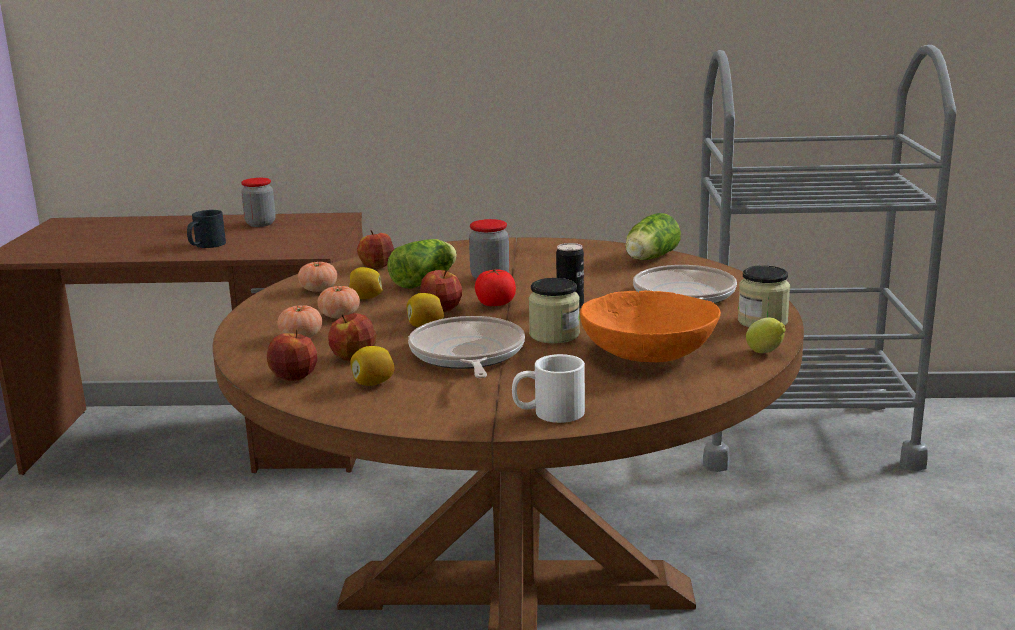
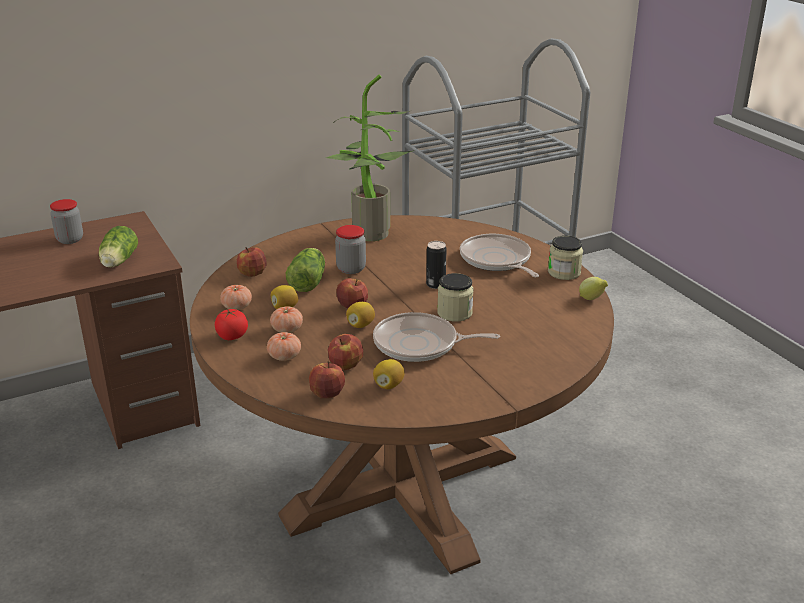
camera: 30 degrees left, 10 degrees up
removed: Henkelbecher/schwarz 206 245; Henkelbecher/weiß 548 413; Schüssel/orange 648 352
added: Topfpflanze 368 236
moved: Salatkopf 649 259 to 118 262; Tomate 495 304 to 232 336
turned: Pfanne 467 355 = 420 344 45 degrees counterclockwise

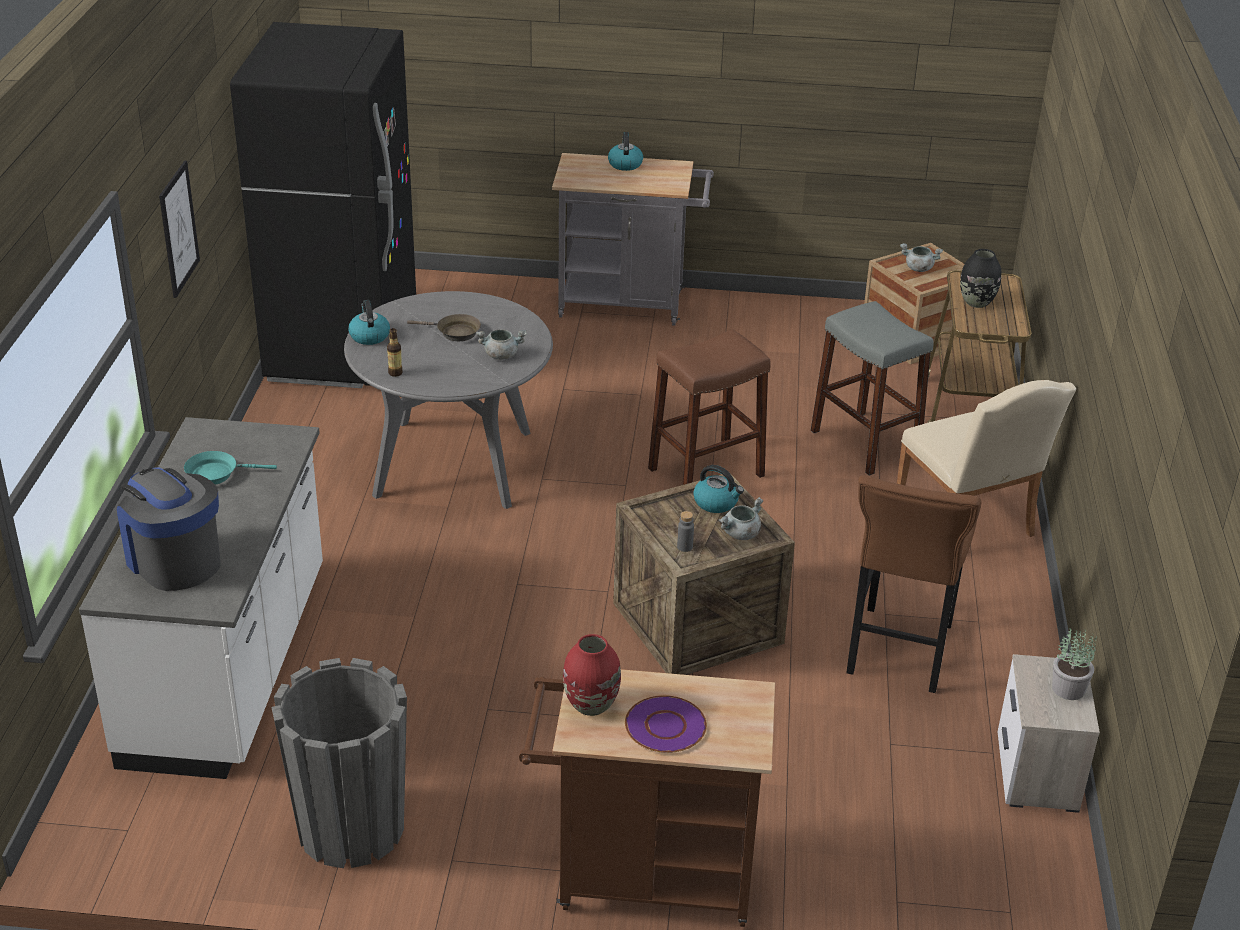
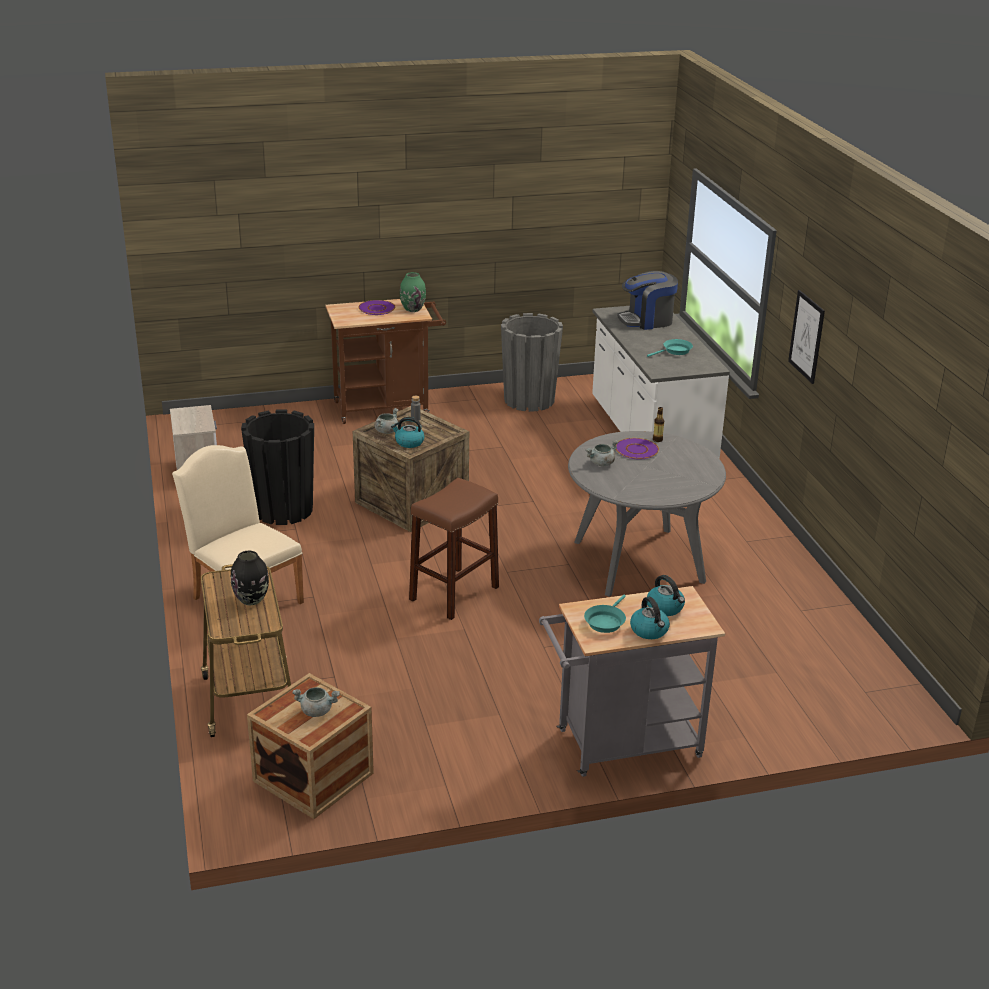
camera: 160 degrees right, 5 degrees down
removed: Kühlschrank/schwarz 342 350; Pfanne/braun 454 332; Hocker/grau 865 443; Topfpflanze 1069 688
added: Pfanne/türkis 605 621; Teller/lila 637 450
moved: Wasserkessel 369 336 to 665 608
replaced: Hocker/braun 898 654 to Pflanzkübel/schwarz 283 510
recoloured: Vase/rot 591 705 to Vase/grün 413 309
turned: Kaffeemaschine 173 560 = 647 320 135 degrees clockwise

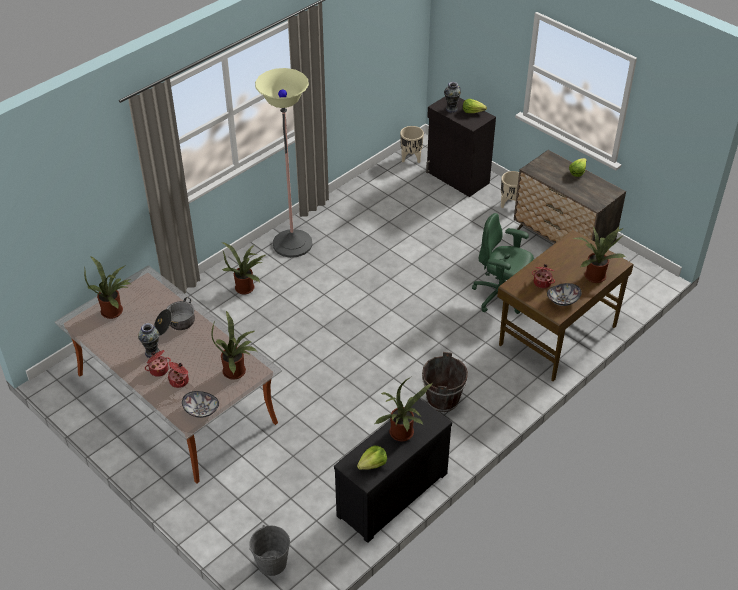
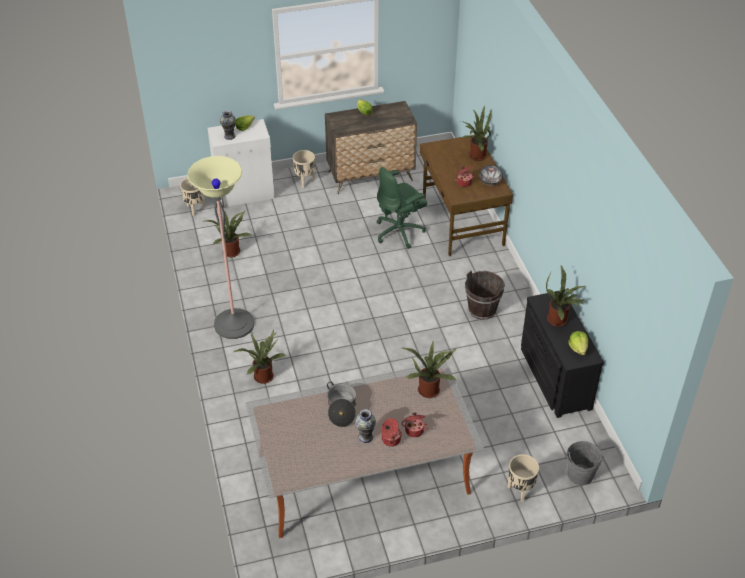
camera: 60 degrees left, 0 degrees up
removed: Schüssel 201 411
added: Pflanzkübel/beige 520 491
moved: Topfpflanze 114 311 to 231 251
recoloured: Schrank/schwarz 457 178 to Schrank/weiß 245 194

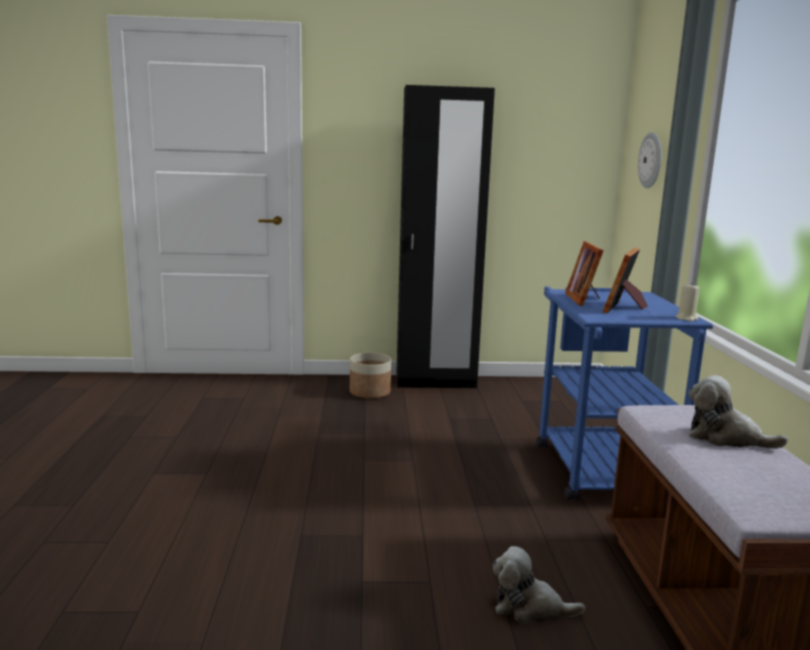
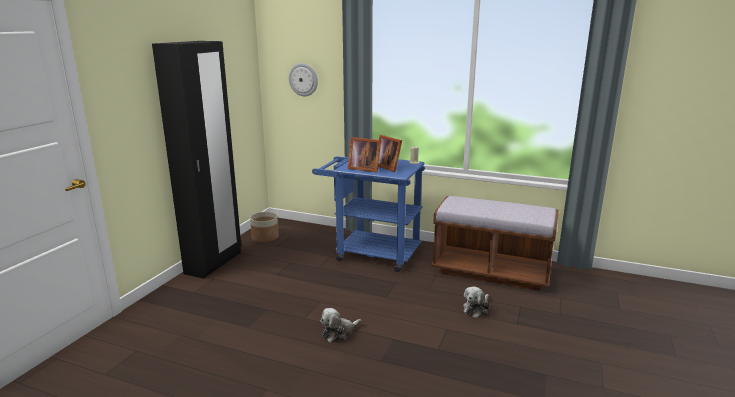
camera: 65 degrees left, 5 degrees up
moved: Pflanzkübel 369 392 to 265 237; Plüschtier 725 438 to 339 333

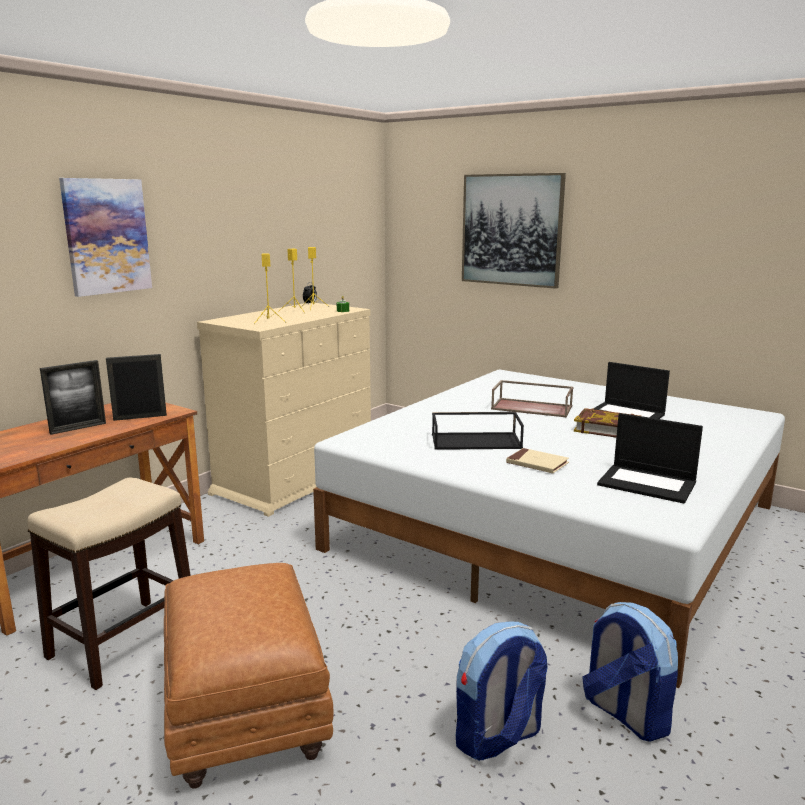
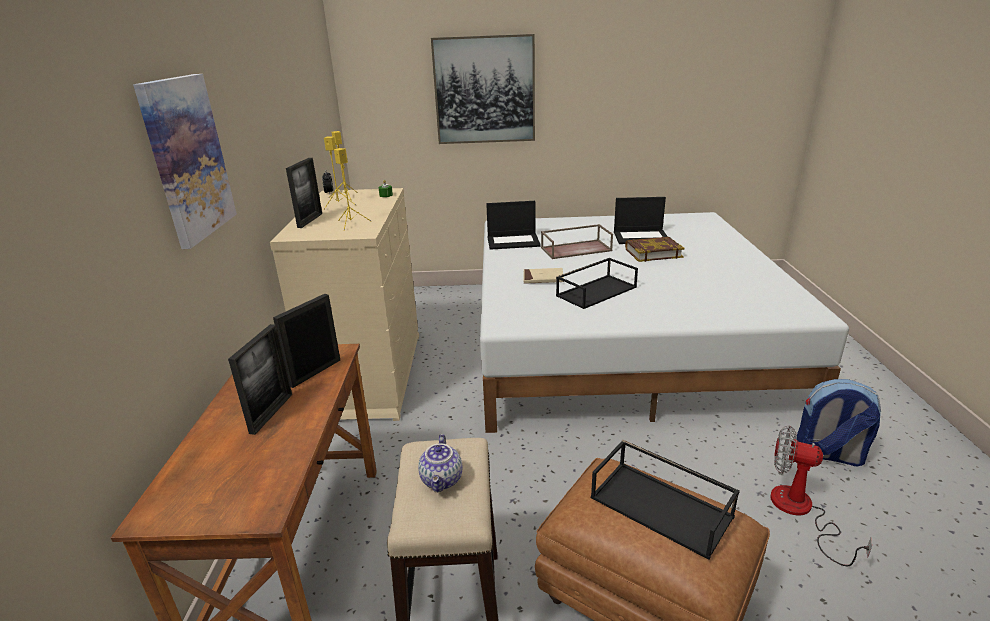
camera: 35 degrees left, 10 degrees up
added: Bilderrahmen 310 220; Teekanne 442 480; Tablett/schwarz 662 507
moved: Laptop 648 483 to 513 241; Buch/beige 537 464 to 543 278
replaced: Rucksack 498 738 to Ventilator 800 512

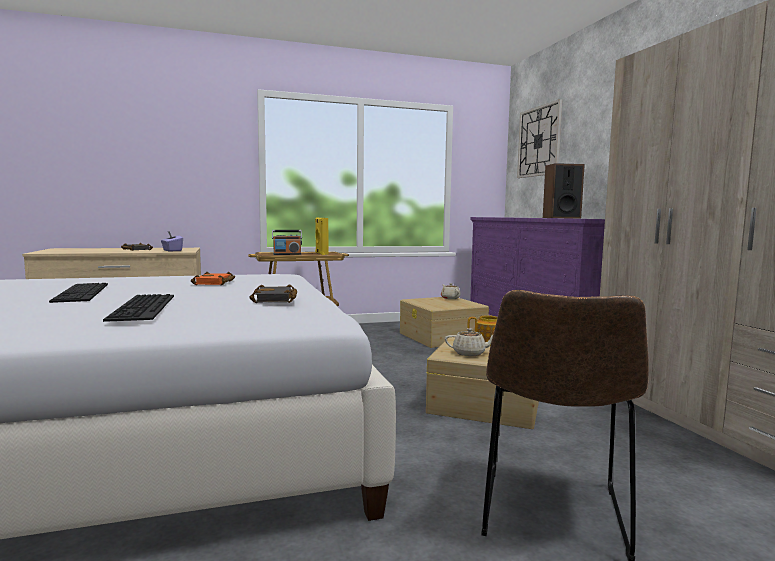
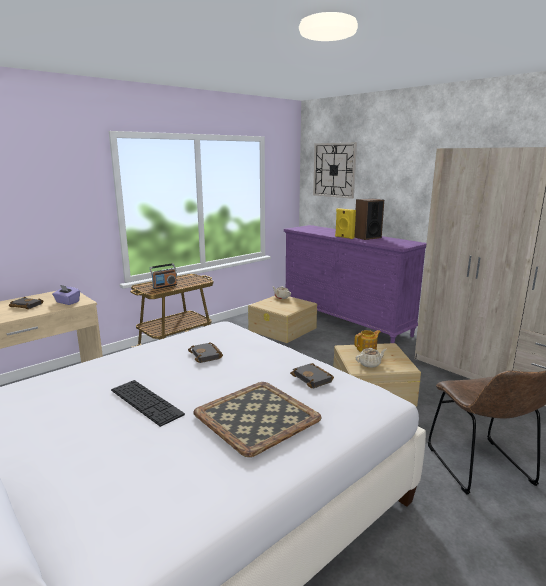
camera: 25 degrees left, 10 degrees up
moved: Lautsprecher/gelb 321 253 to 344 237
replaced: Tastatur 145 307 to Tablett 258 416
recoloured: Buch/orange 215 283 to Buch/schwarz 207 355

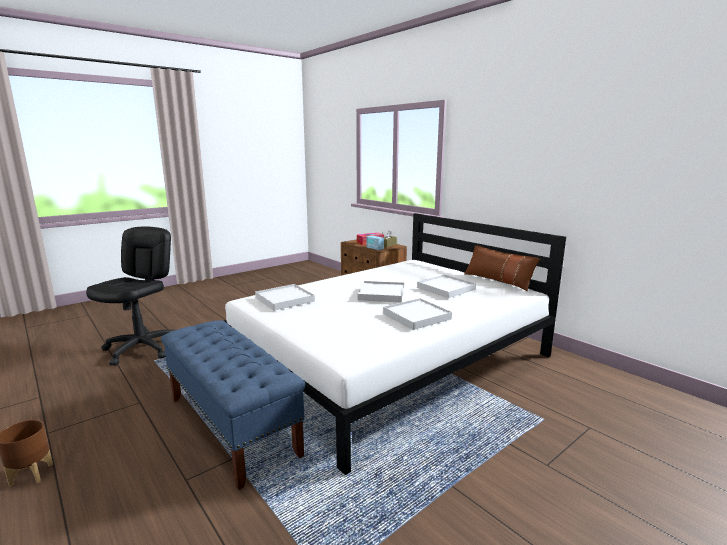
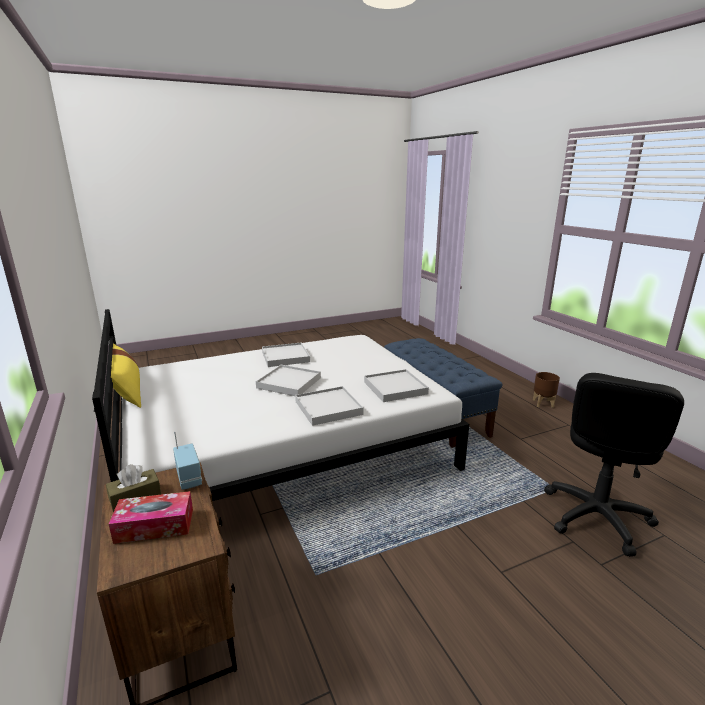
camera: 165 degrees left, 5 degrees up
moved: Tablett/weiß 446 288 to 328 408
recoloured: Kissen/braun 498 280 to Kissen/gelb 128 390

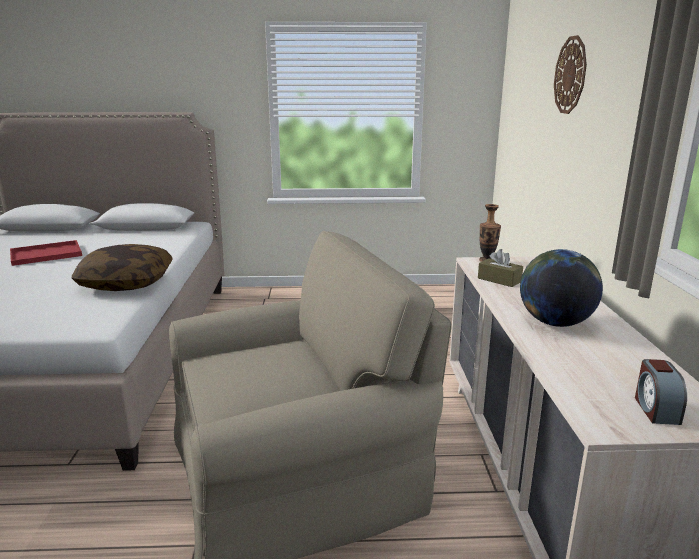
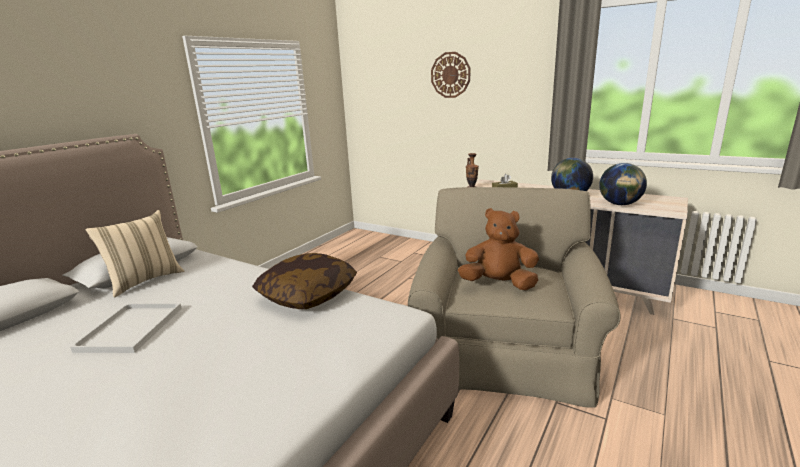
camera: 55 degrees left, 0 degrees up
removed: Wecker 655 409
added: Kissen/beige 145 281; Plüschtier/braun 499 284; Globus 620 204
recoloured: Tablett/rot 44 254 to Tablett/weiß 131 329

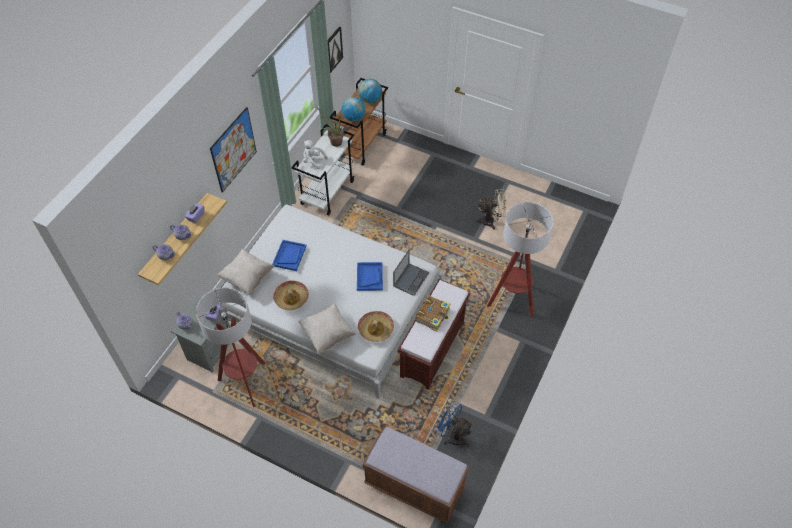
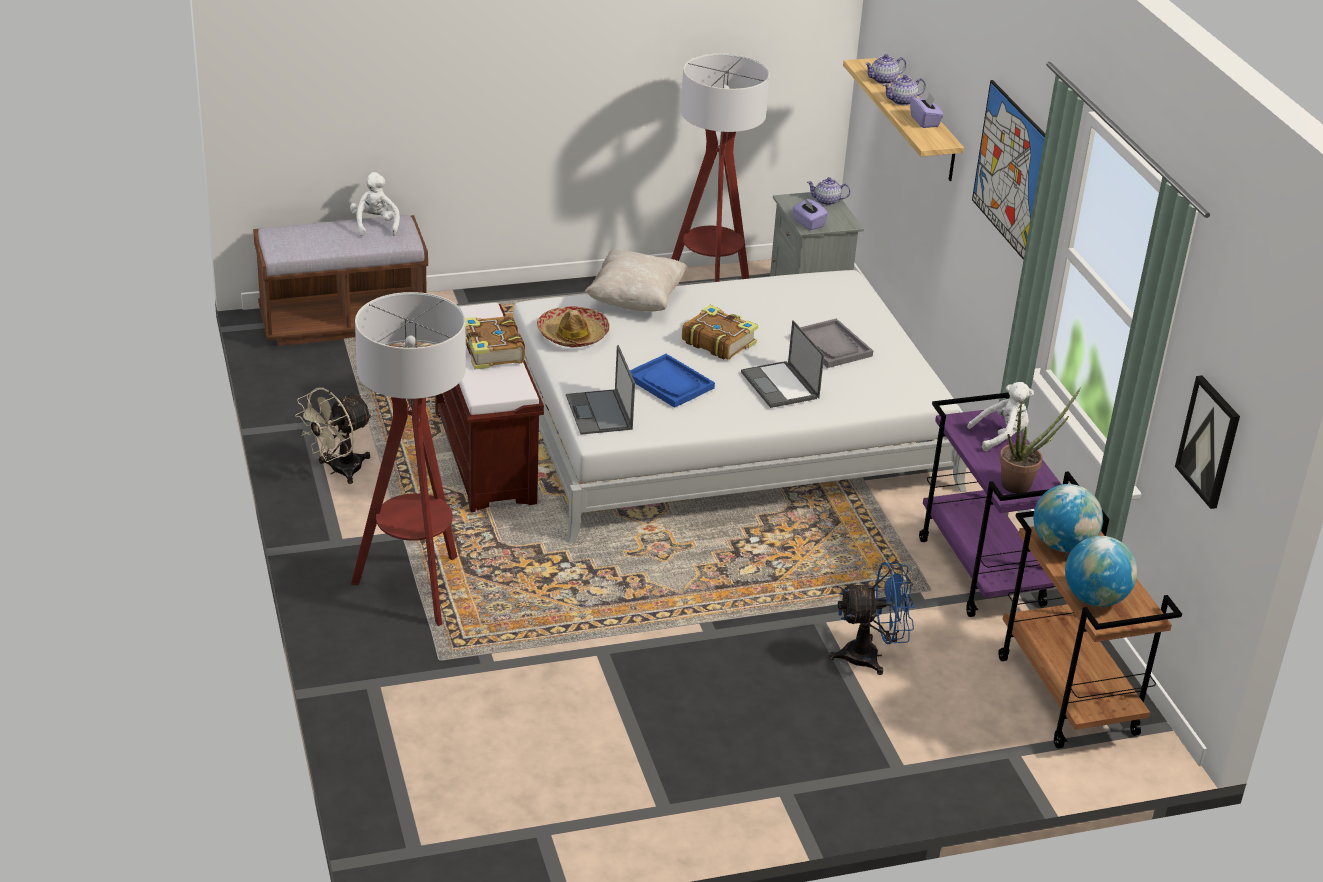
camera: 135 degrees right, 20 degrees down
removed: Kissen/beige 247 278; Hut 291 298
added: Plüschtier/weiß 375 225; Buch 718 342; Laptop 780 385
moved: Ventilator/beige 491 221 to 338 471; Ventilator/blau 452 435 to 870 656
recoloured: Tablett/blau 289 256 to Tablett/grau 831 345; Rollwagen/weiß 327 192 to Rollwagen/lila 982 573

